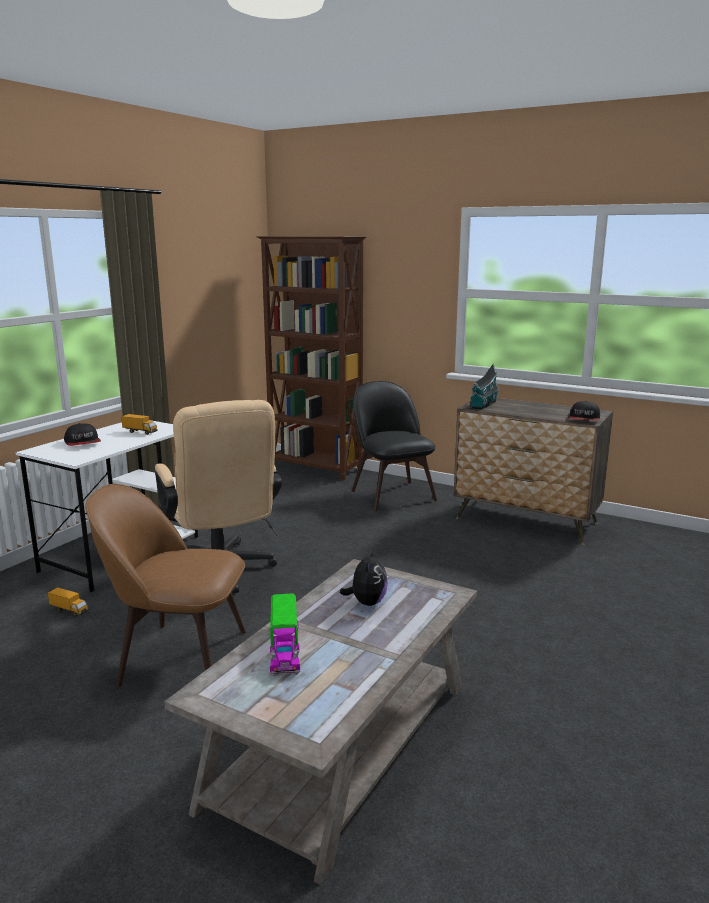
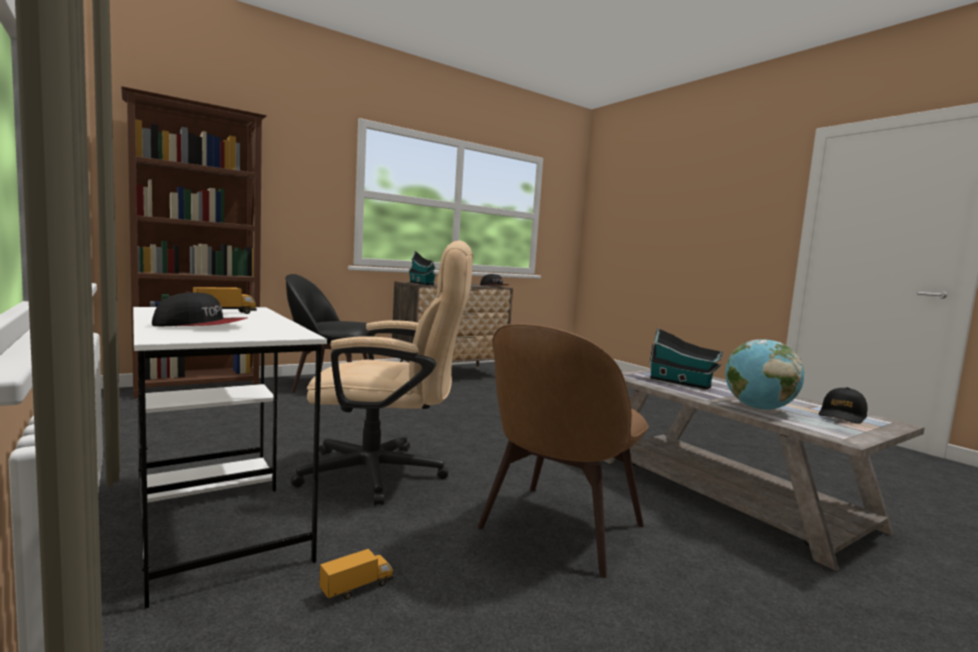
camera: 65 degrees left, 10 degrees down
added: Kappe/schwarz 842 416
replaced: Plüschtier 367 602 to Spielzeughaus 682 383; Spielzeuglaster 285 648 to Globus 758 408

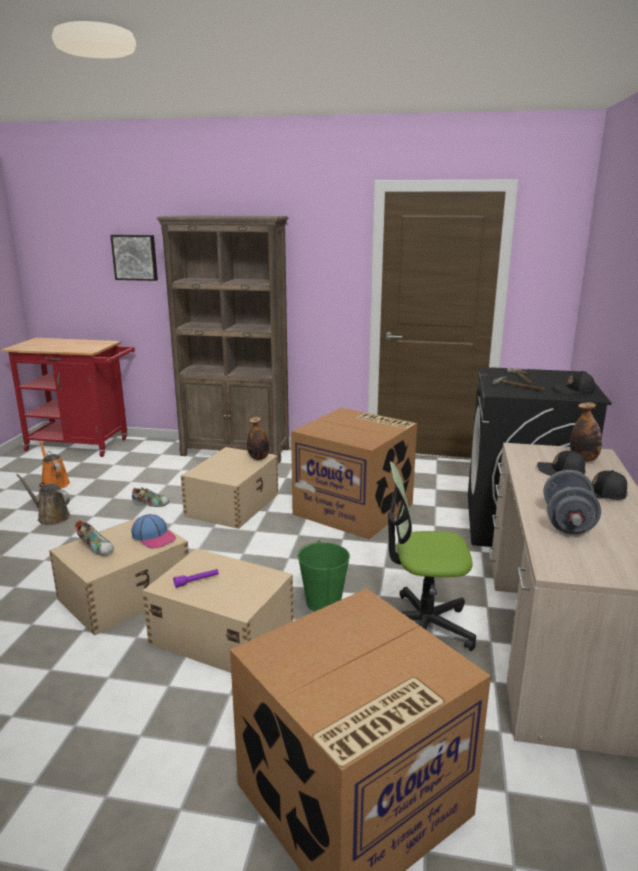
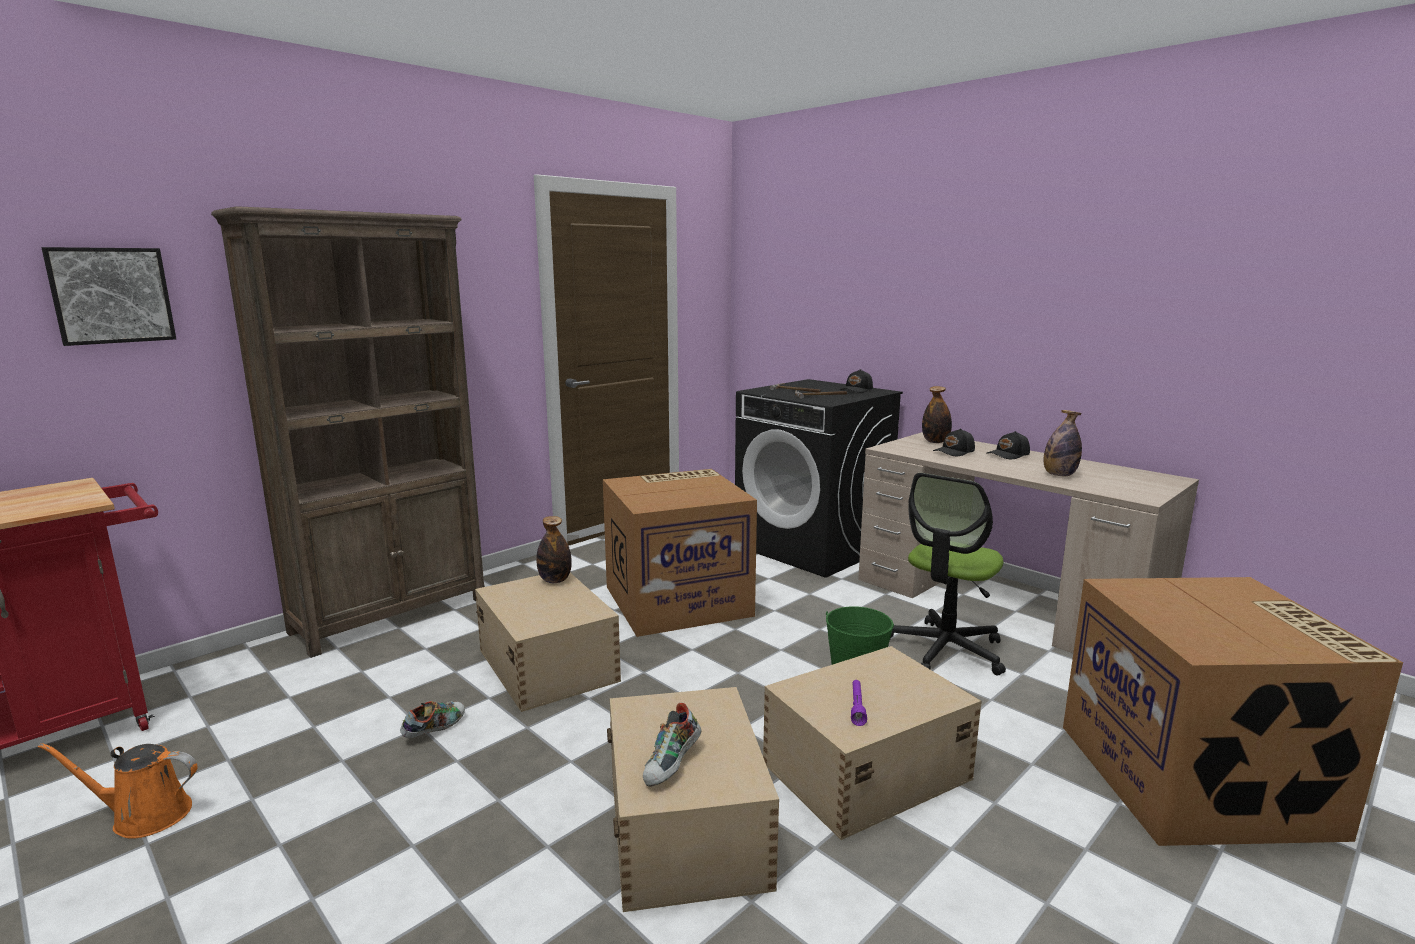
camera: 55 degrees left, 5 degrees down
removed: Gießkanne/braun 51 517; Kappe 154 537
replaced: Hantel/grau 567 522 to Flasche 1059 475
turned: Schuh 96 548 = 672 766 135 degrees clockwise

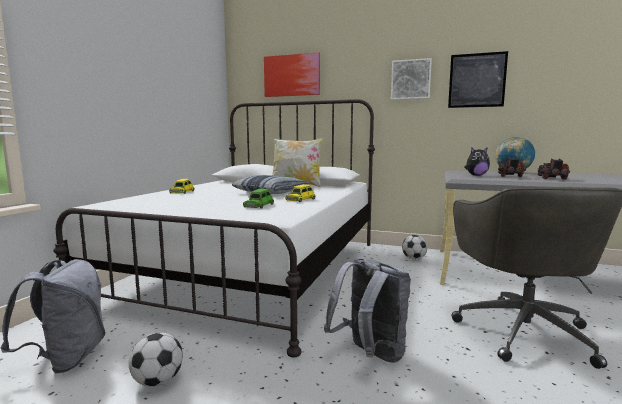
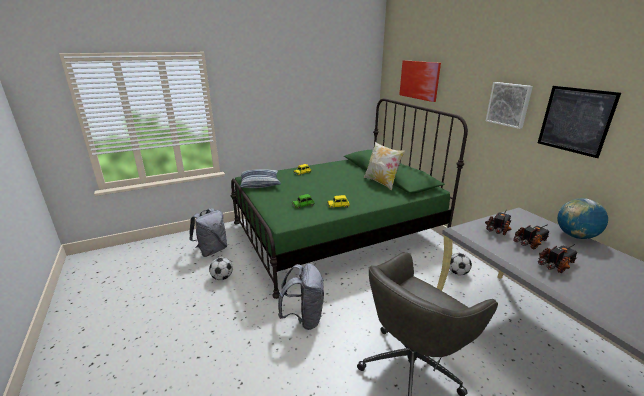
camera: 45 degrees right, 15 degrees up
moved: Kissen 271 192 to 260 183
replaced: Plüschtier 476 175 to Spielzeuglaster 498 229
recoloured: Bett/weiß 253 269 to Bett/grün 336 233

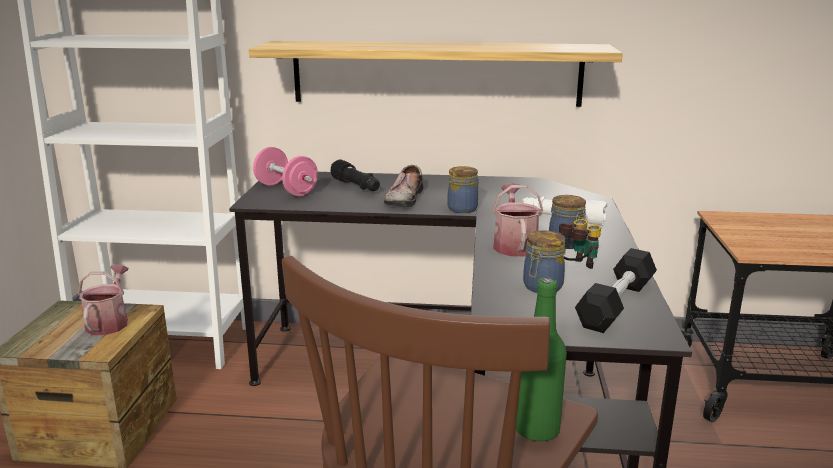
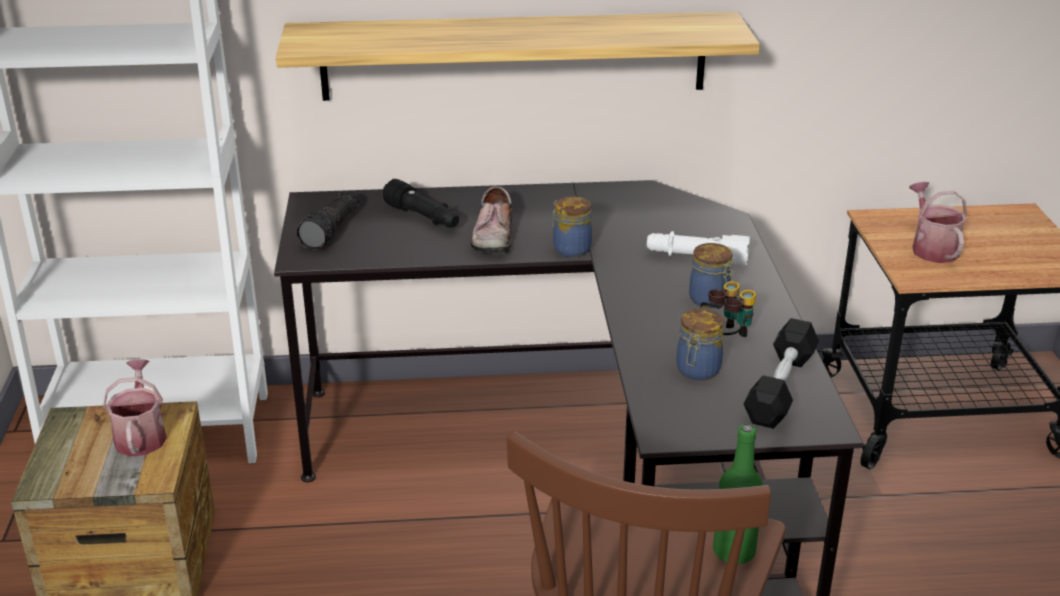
camera: 10 degrees left, 10 degrees up
moved: Gießkanne 514 245 to 932 248
replaced: Hantel/rosa 286 189 to Taschenlampe 332 231

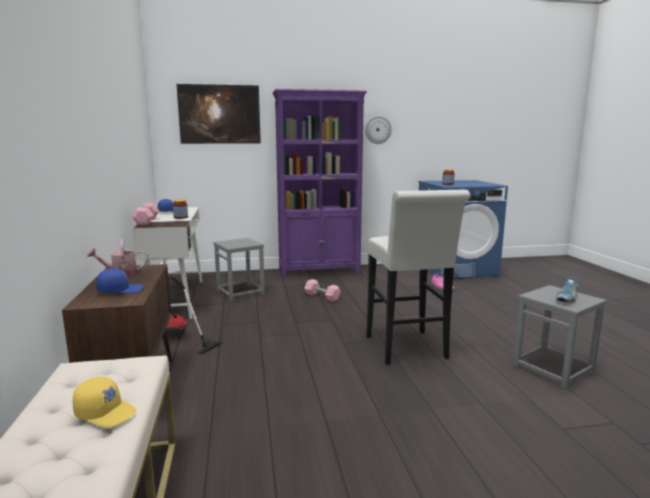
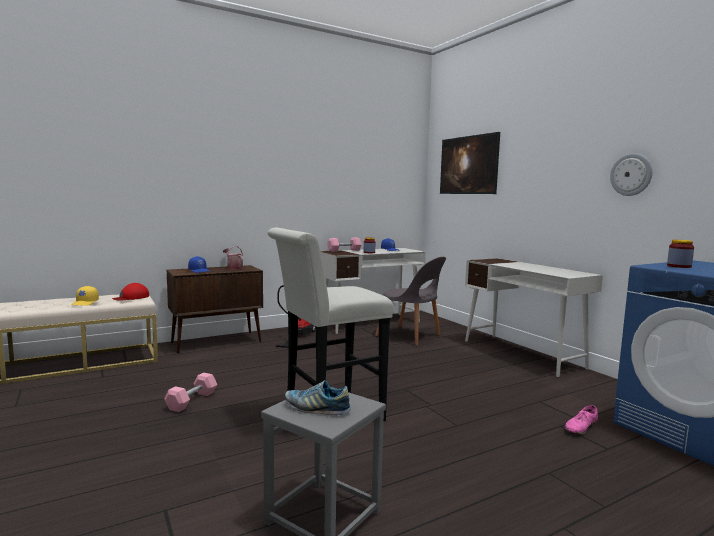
camera: 70 degrees right, 5 degrees down
added: Kappe/rot 131 297
moved: Hantel/rosa 322 296 to 192 401
replaced: Hocker/grau 241 292 to Stuhl/grau 410 336; Bücherregal/lila 319 271 to Schreibtisch/weiß 522 354

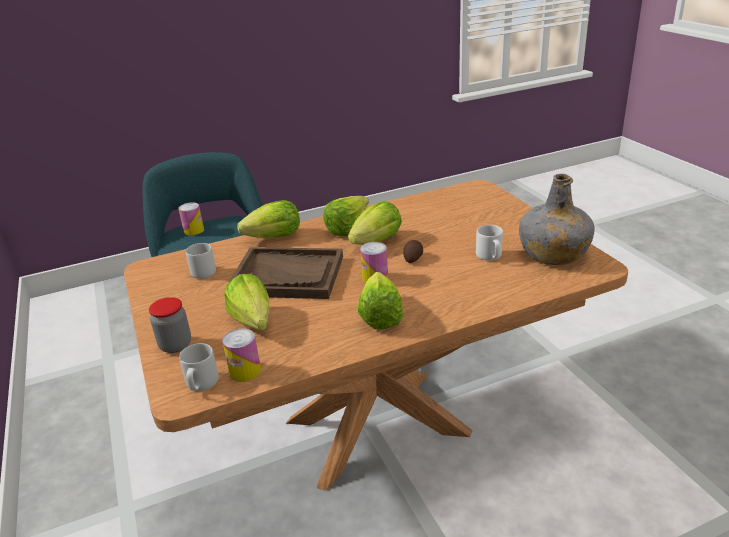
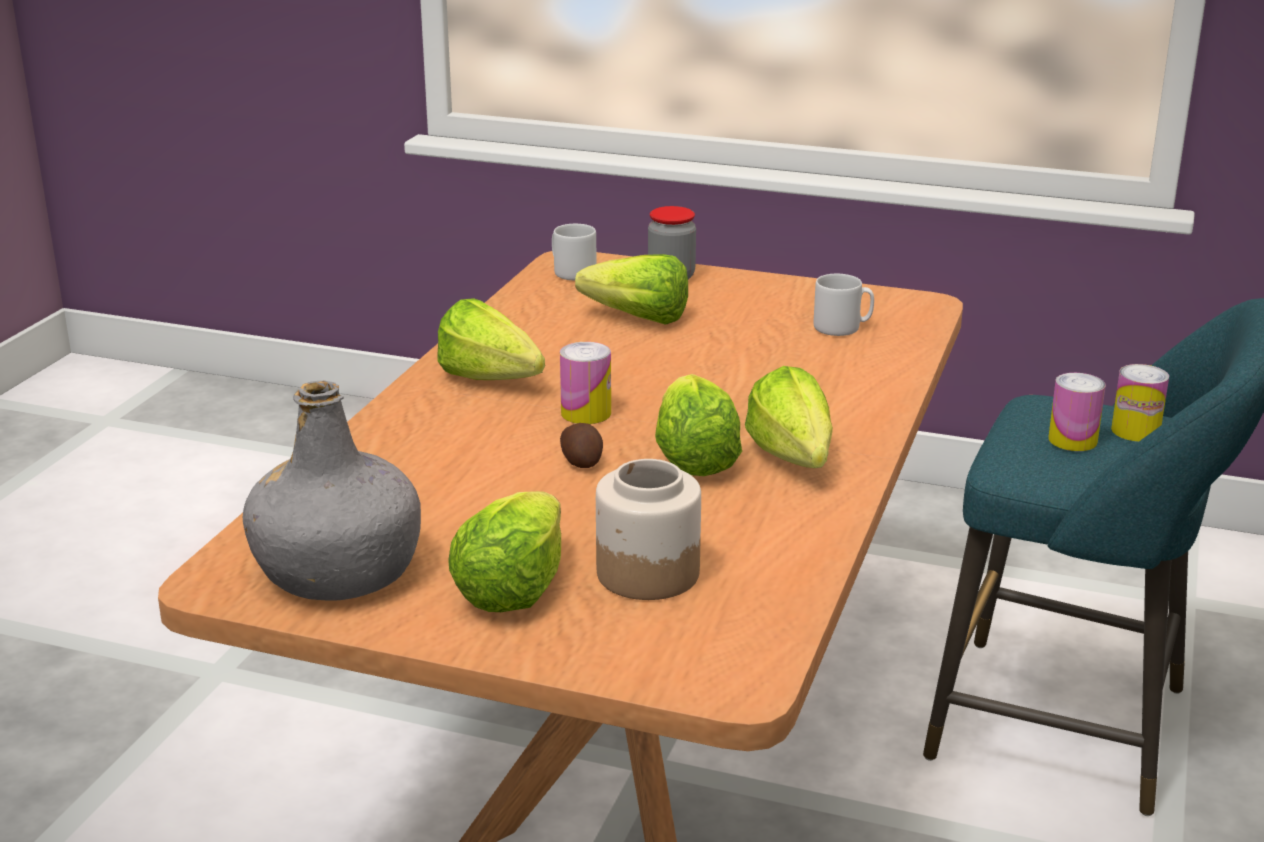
camera: 130 degrees right, 5 degrees down
removed: Tablett/braun 288 275; Henkelbecher/weiß 490 256
added: Vorratsglas 647 573
moved: Salatkopf 275 237 to 512 590; Dose 245 371 to 1072 440

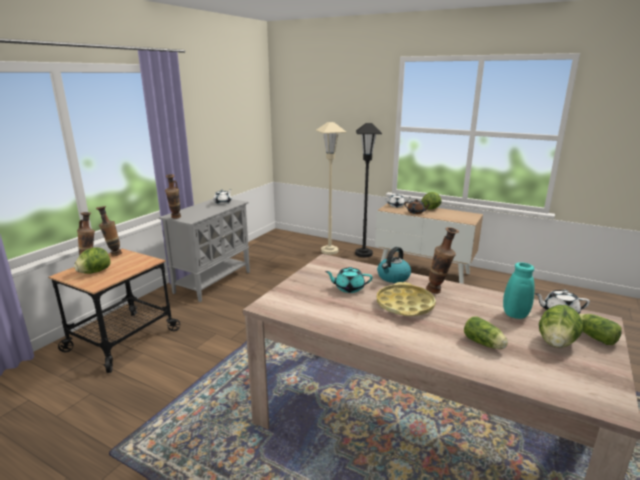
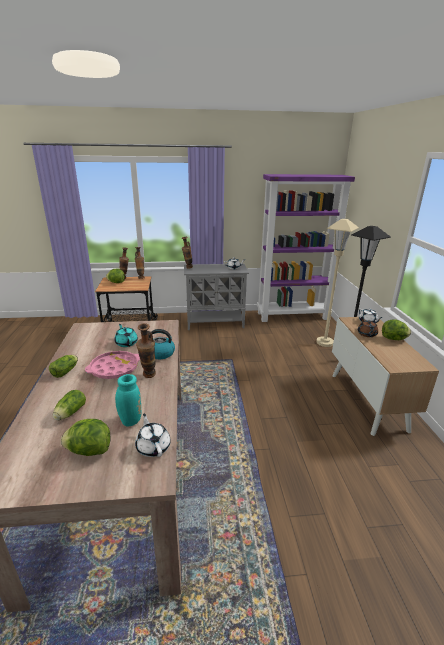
camera: 55 degrees right, 5 degrees up
added: Bücherregal/lila 293 315
moved: Salatkopf 593 336 to 66 371
recoloured: Tablett/gelb 405 305 to Tablett/rosa 114 368

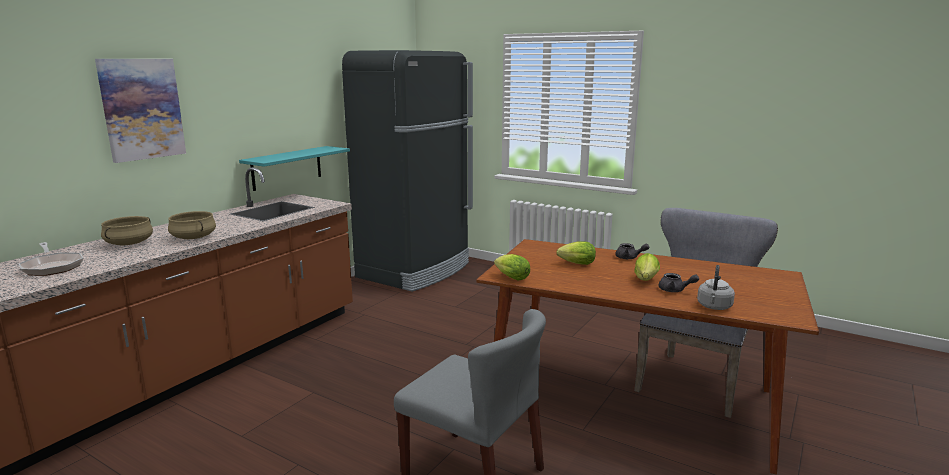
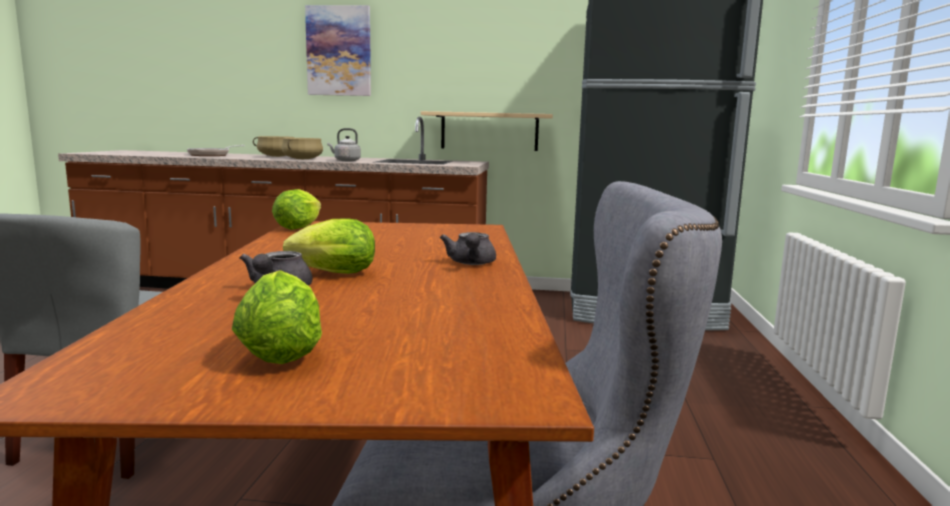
camera: 65 degrees right, 5 degrees down
moved: Salatkopf 575 264 to 281 350; Wasserkessel/grau 714 307 to 346 161
recoloured: Wandregal/türkis 287 168 to Wandregal/beige 489 131

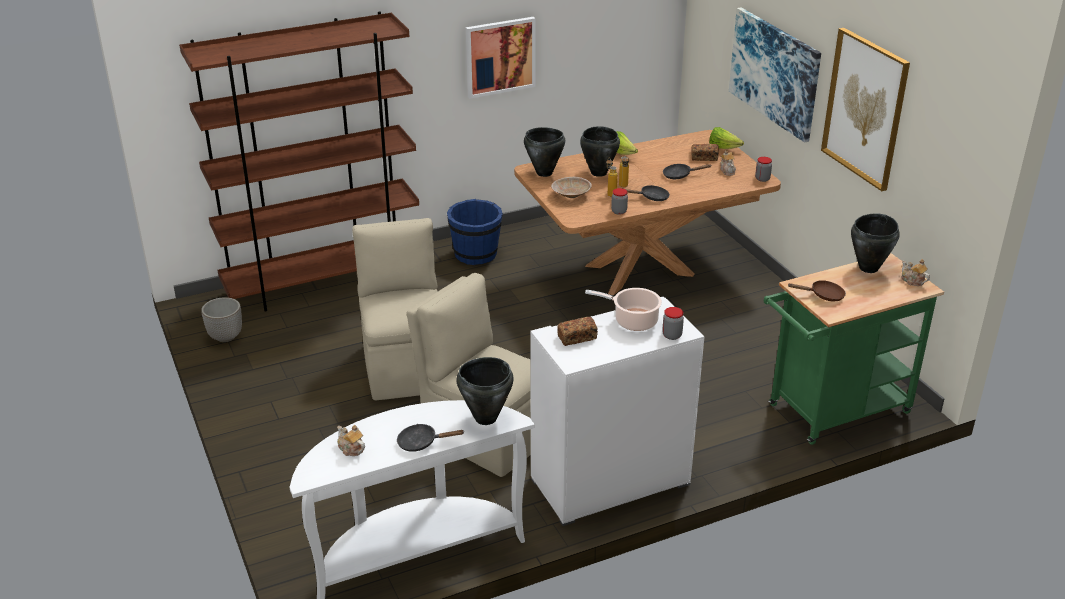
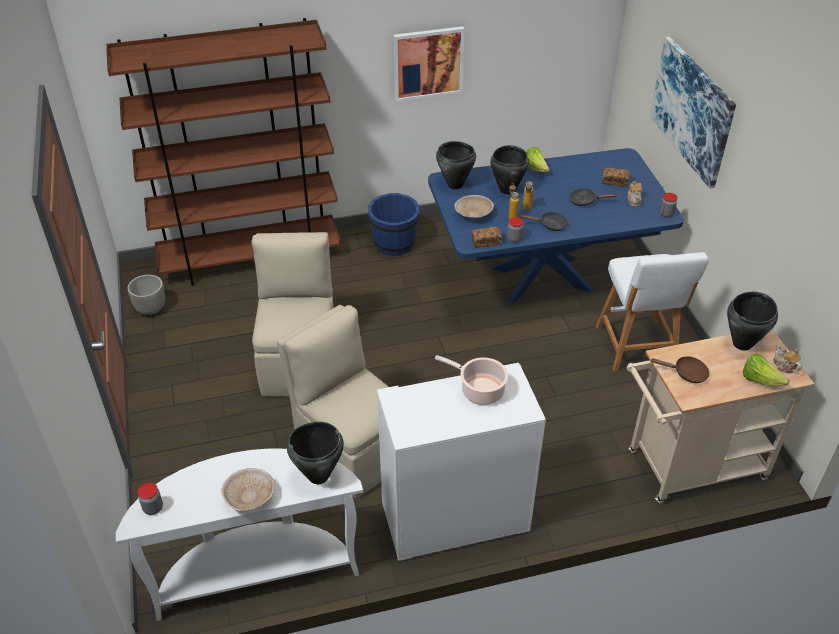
camera: 10 degrees right, 10 degrees up
removed: Teekanne 351 449; Bild 865 108
added: Hocker/weiß 637 348
moved: Vorratsglas 672 335 to 153 508; Brot 577 338 to 486 242; Salatkopf 723 148 to 760 380
replaced: Pfanne/schwarz 421 443 to Schüssel/beige 250 497
recoloured: Esstisch/braun 640 271 to Esstisch/blau 542 280; Rollwagen/grün 832 412 to Rollwagen/beige 688 467

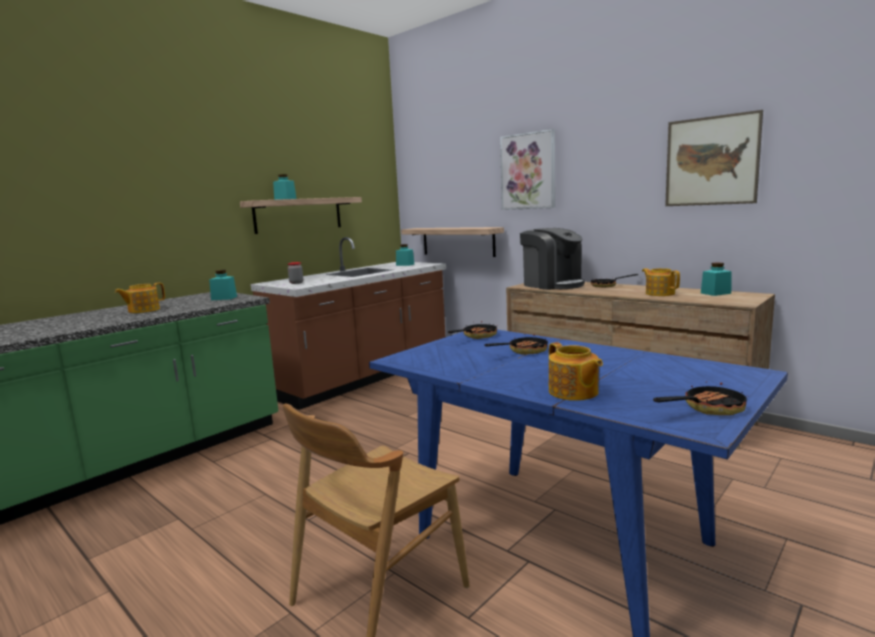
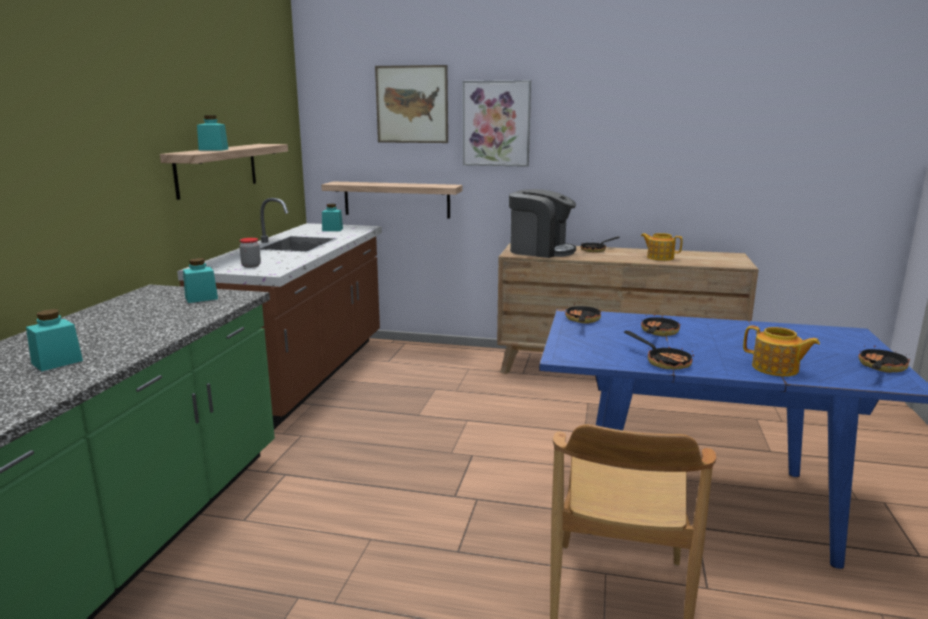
camera: 30 degrees left, 5 degrees up
removed: Teekanne 143 310
added: Pfanne 663 361
moved: Vorratsglas/türkis 715 293 to 57 362; Bild 711 161 to 412 104

